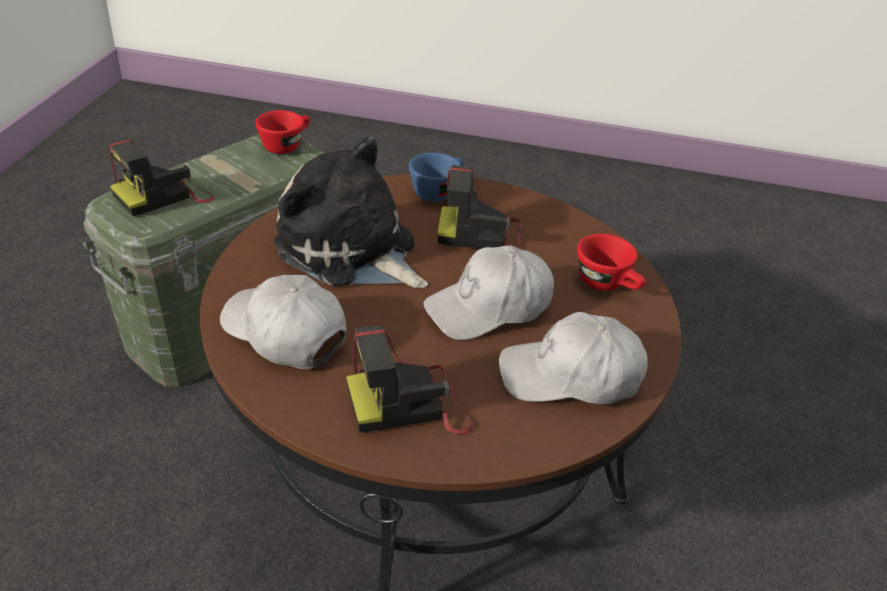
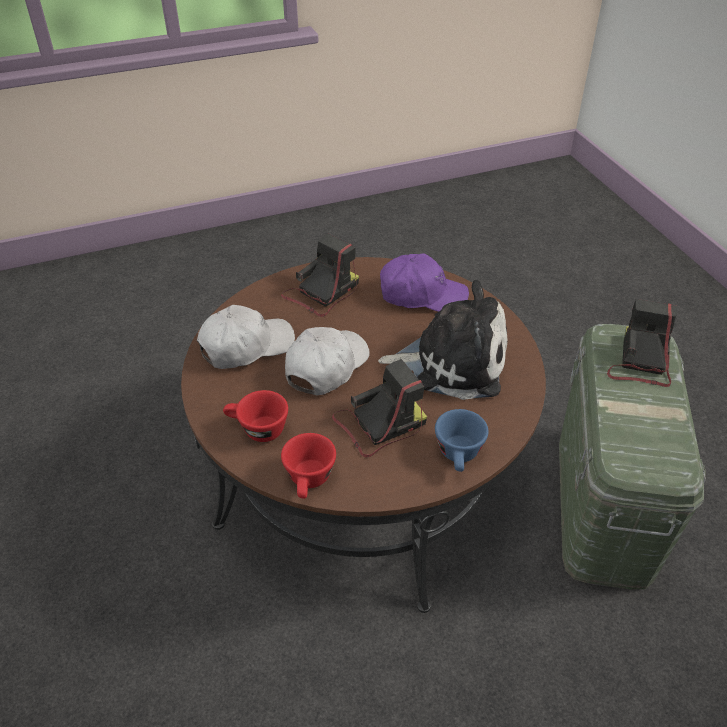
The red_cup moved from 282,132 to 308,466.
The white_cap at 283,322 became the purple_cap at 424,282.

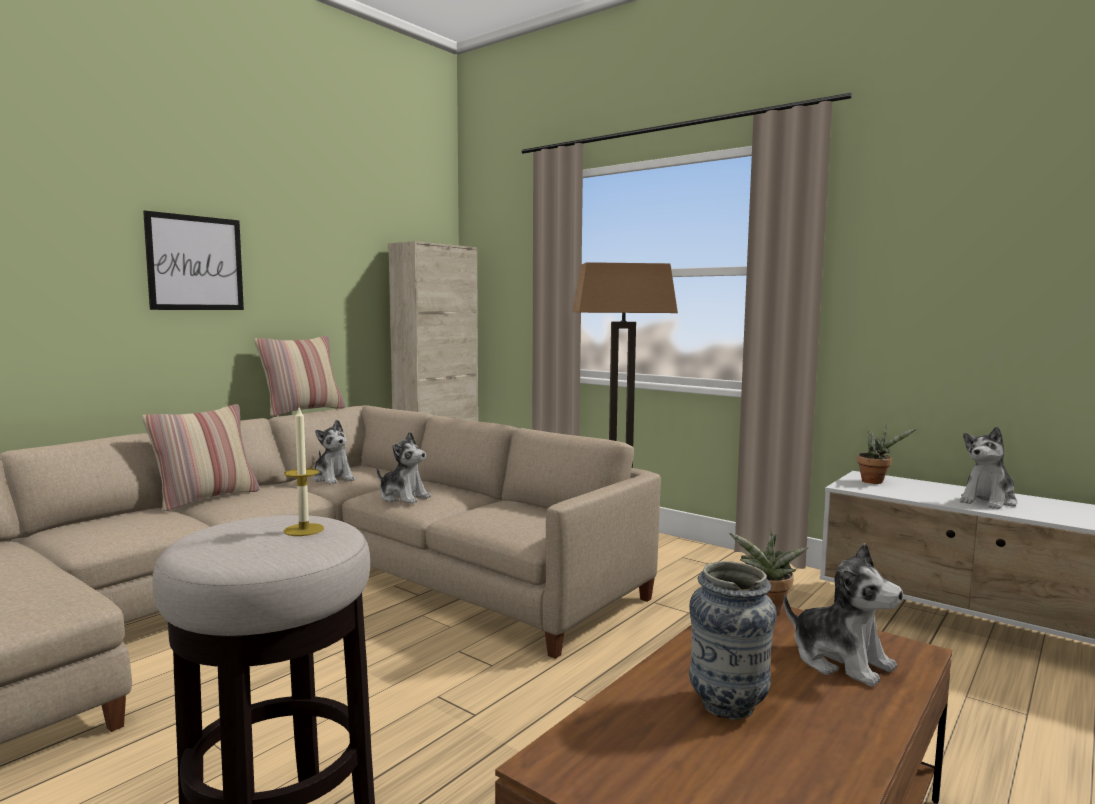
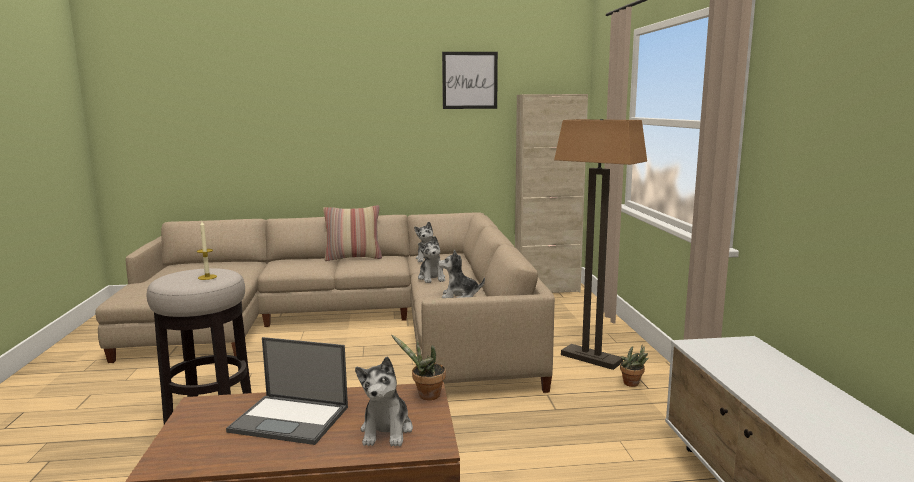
The picture moved from 193,260 to 470,80.
The pillow at 299,376 disappeared.
The potted_plant moved from 887,454 to 634,365.
The plush_toy moved from 989,467 to 461,274.
The vase at 733,640 was replaced by the laptop at 287,391.

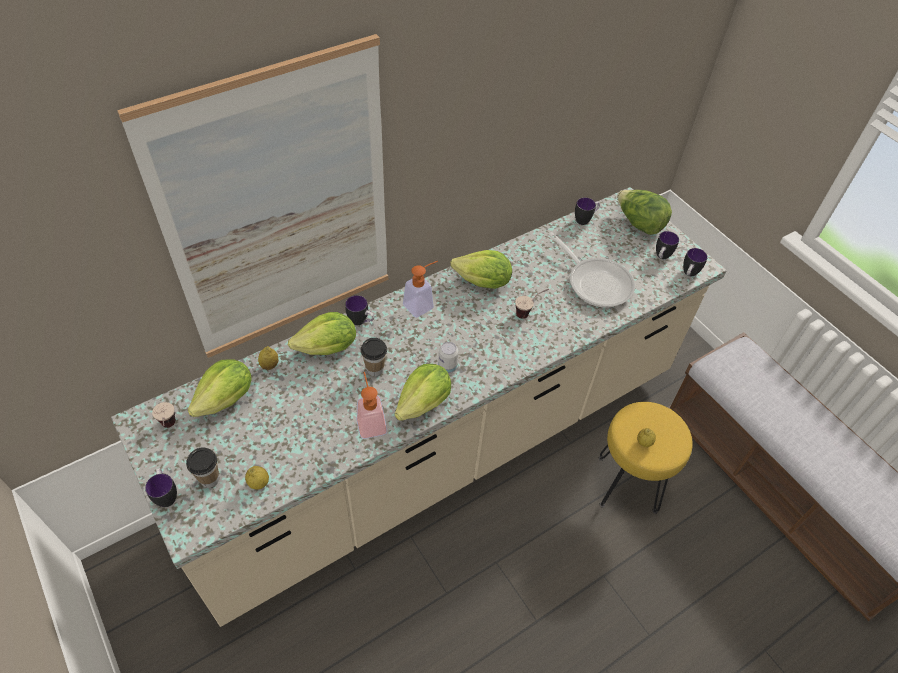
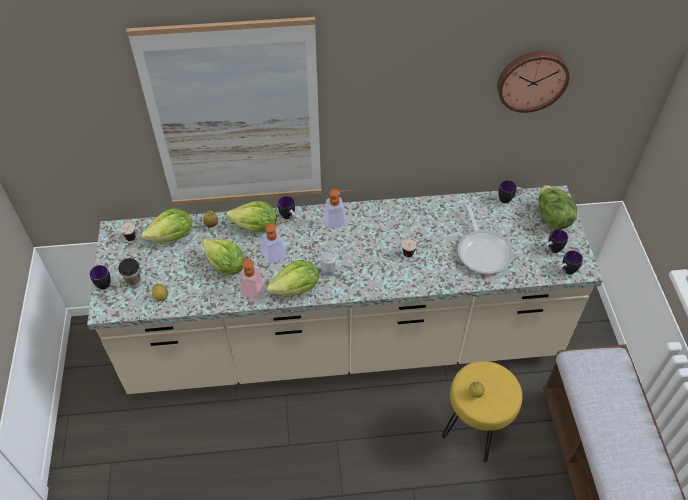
The lettuce moved from 481,269 to 223,257.
The cup at 374,357 was replaced by the soap_dispenser at 275,242.
The wall_clock at 533,82 appeared.

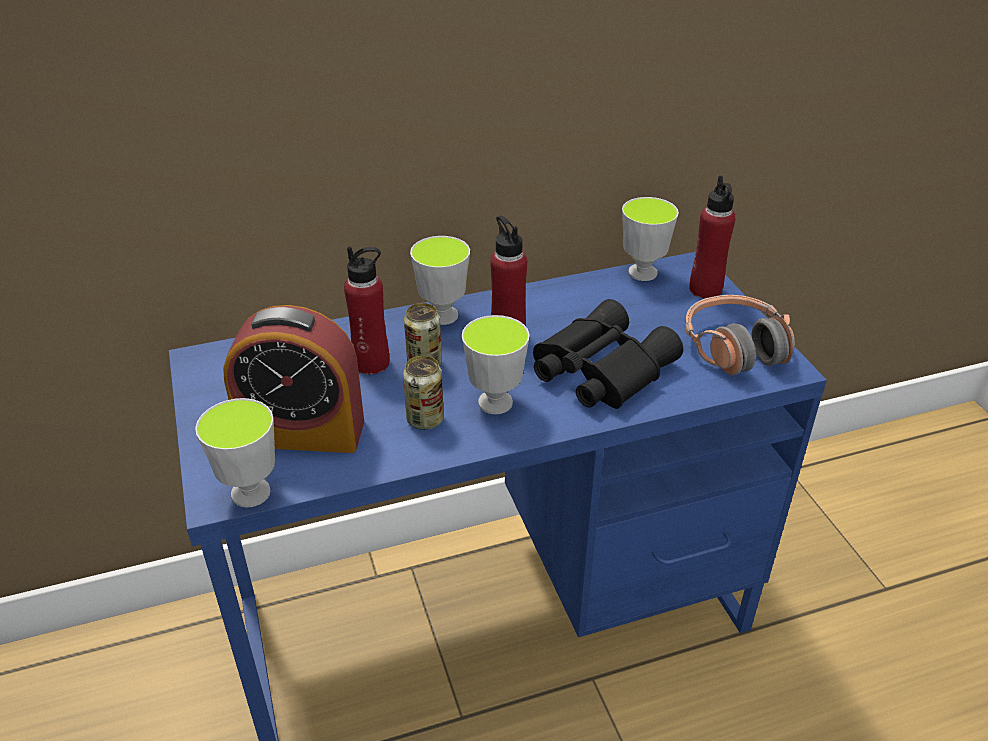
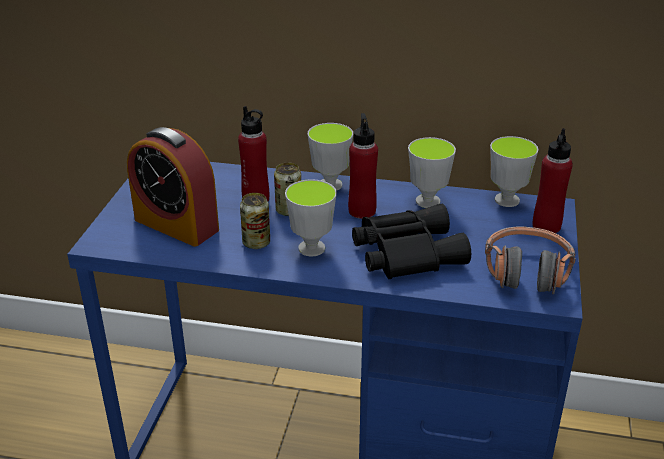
The cup moved from 235,452 to 432,172.

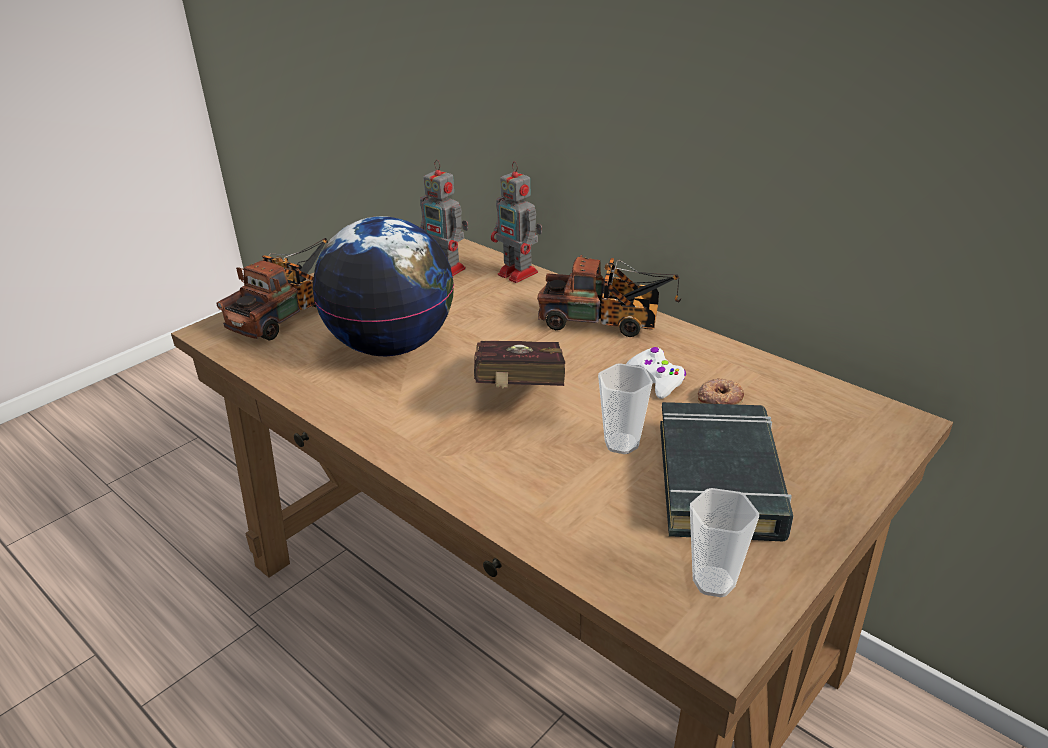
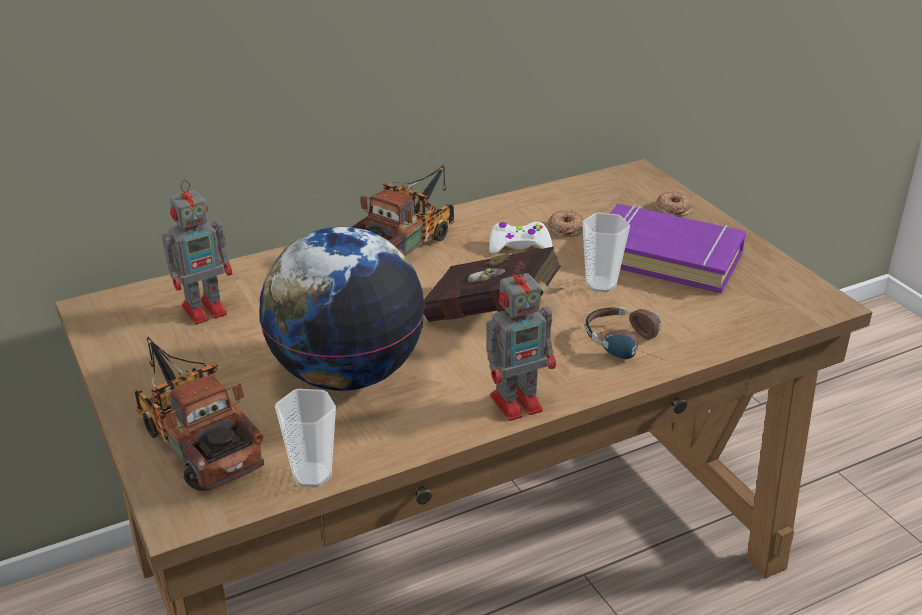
The toy_robot moved from 516,222 to 521,342.
The black_book at 726,471 became the purple_book at 678,249.
The cup moved from 724,542 to 305,438.
The donut at 674,203 appeared.
The headphones at 624,333 appeared.

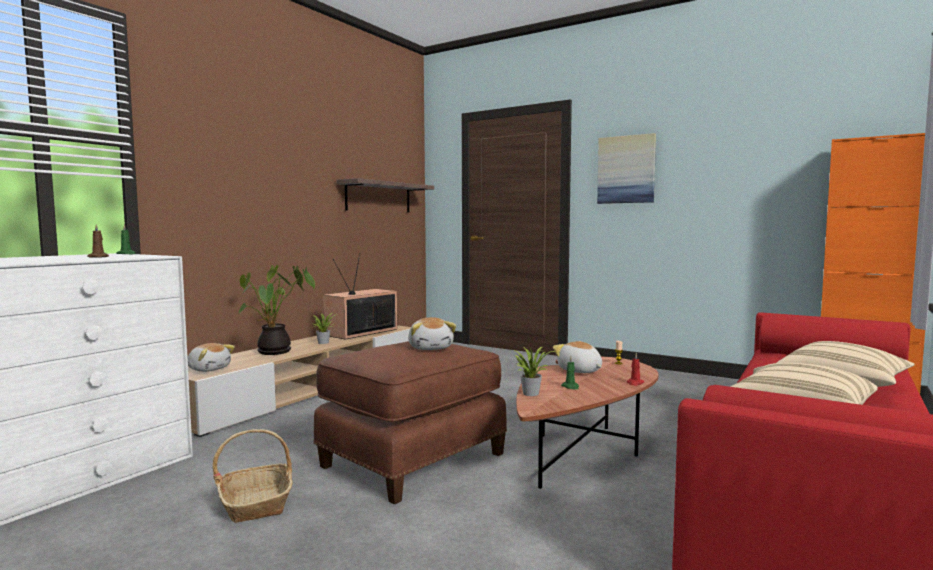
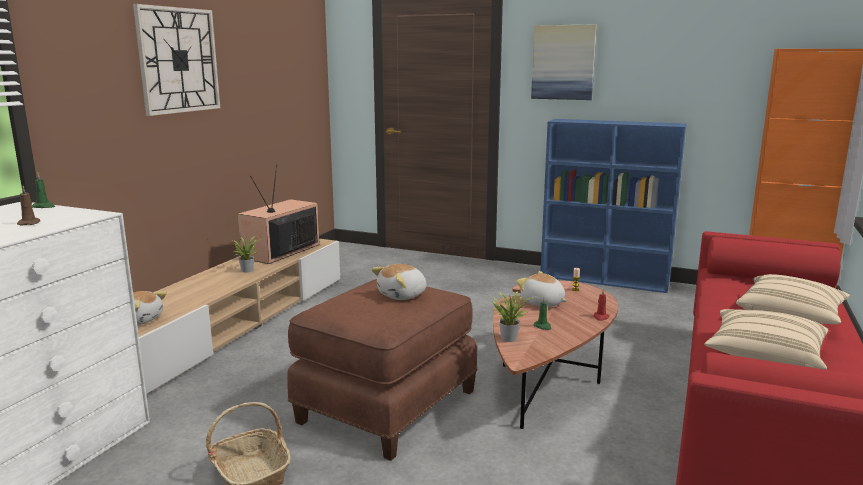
The shelf at 385,195 disappeared.
The potted_plant at 276,310 disappeared.
The plush_toy at 432,333 turned 75 degrees clockwise.
The wall_clock at 176,60 appeared.
The blue_bookcase at 613,206 appeared.

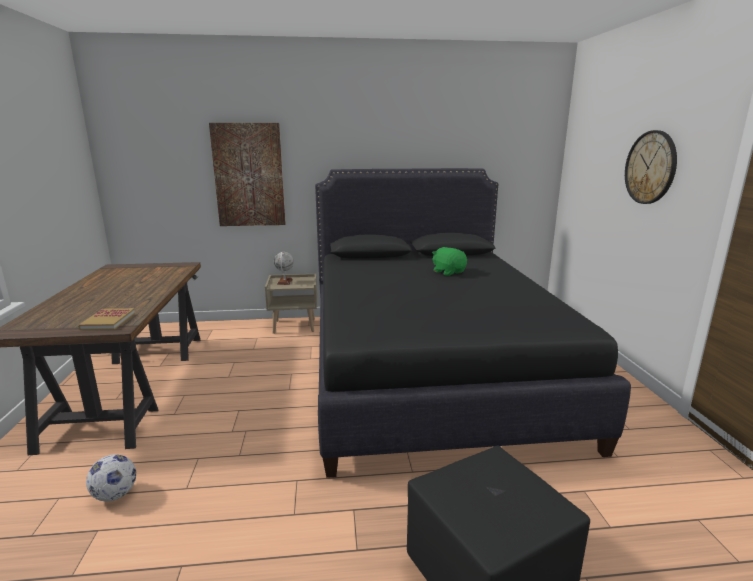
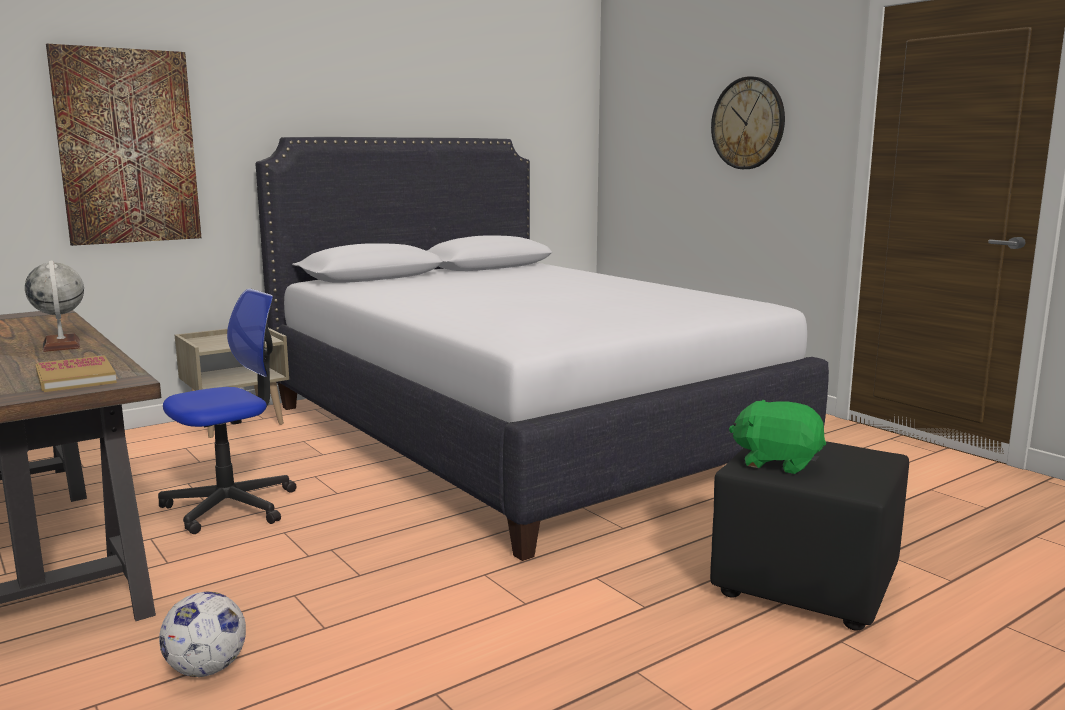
The black_bed at 473,323 became the white_bed at 542,349.
The green_plush_toy moved from 449,261 to 777,437.
The globe moved from 284,268 to 54,306.
The office_chair at 227,411 appeared.

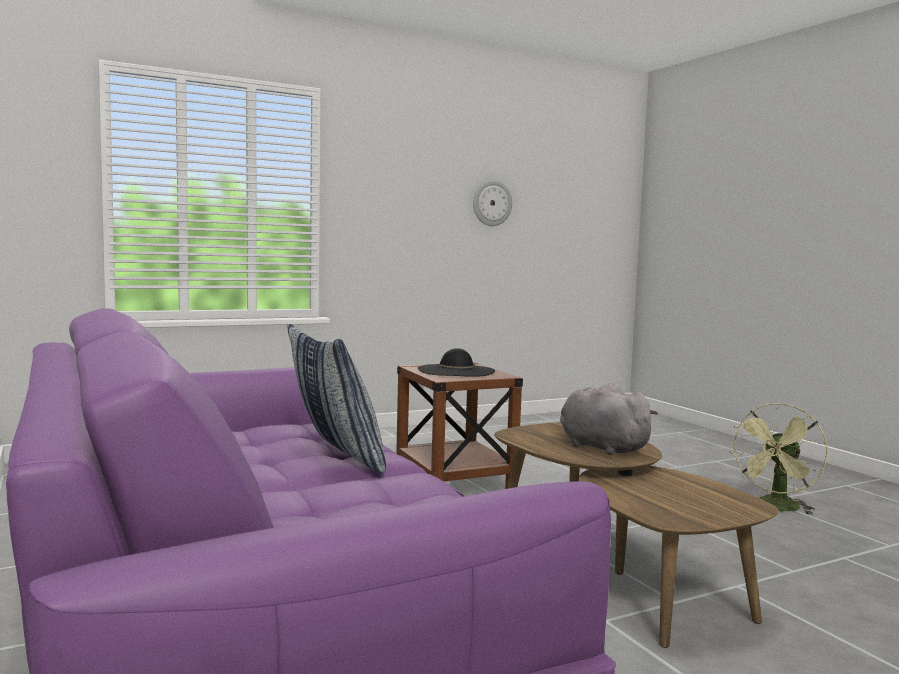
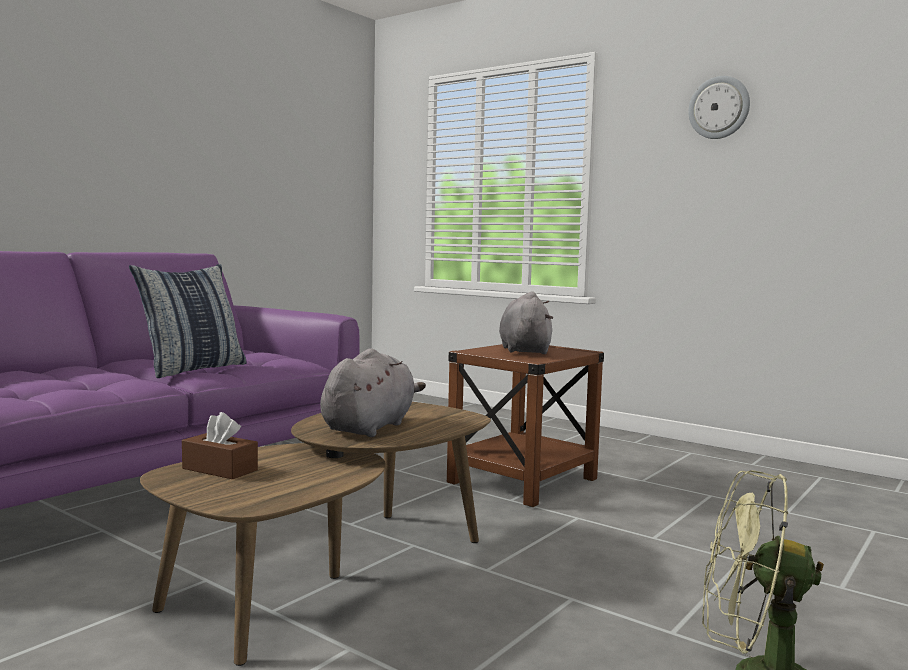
The wall_clock moved from 492,203 to 719,107.
The black_hat at 456,362 was replaced by the grey_plush_toy at 526,322.
The brown_tissue_box at 220,445 appeared.

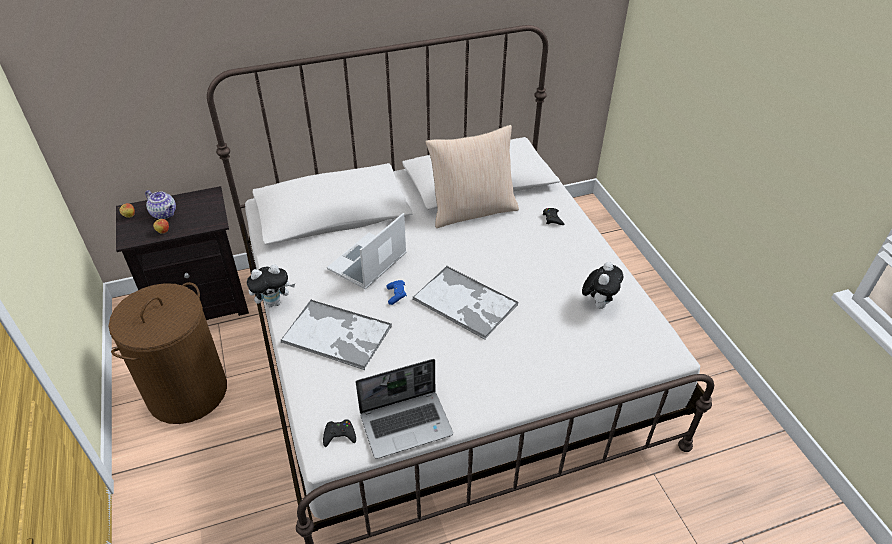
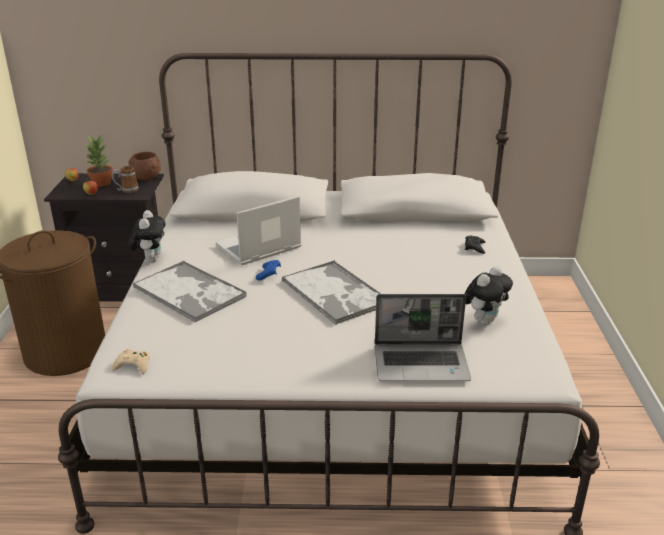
The beige_pillow at 472,176 disappeared.
The teapot at 160,204 was replaced by the potted_plant at 99,161.
The plush_toy at 271,285 turned 90 degrees counterclockwise.
The laptop moved from 404,409 to 423,337.
The black_game_controller at 339,433 became the beige_game_controller at 130,362.
The brown_bowl at 144,166 appeared.
The mug at 125,179 appeared.

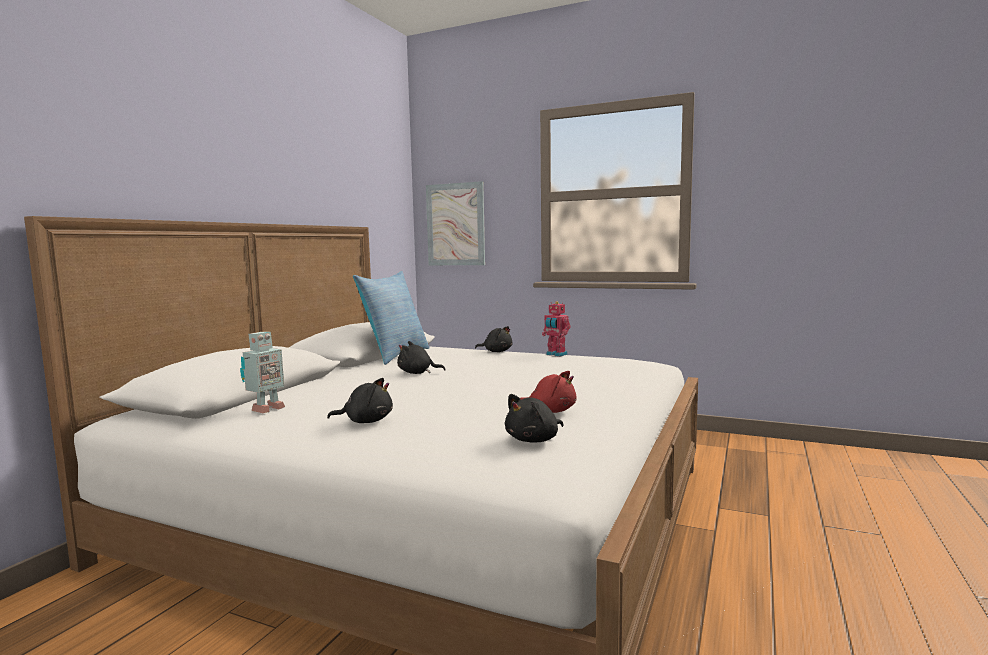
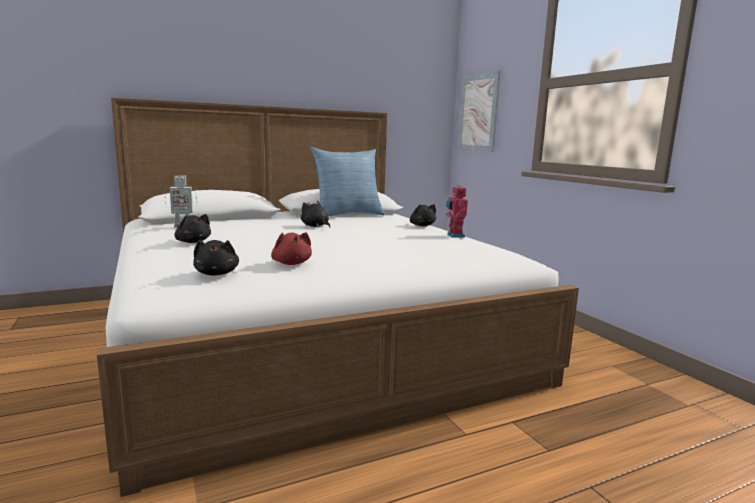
The black_plush_toy at 534,418 turned 105 degrees counterclockwise.

